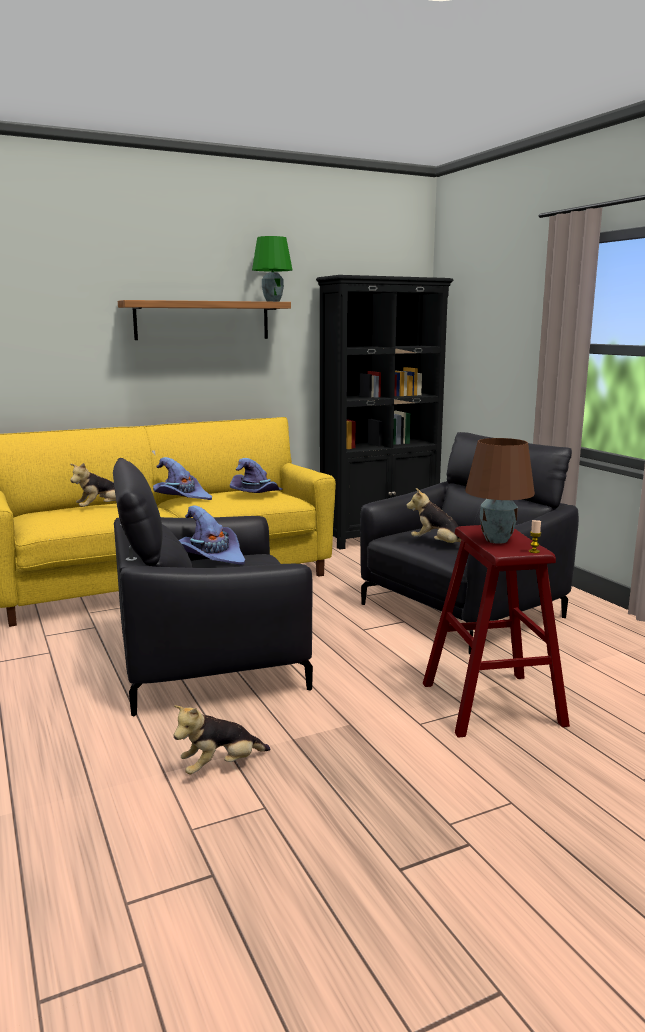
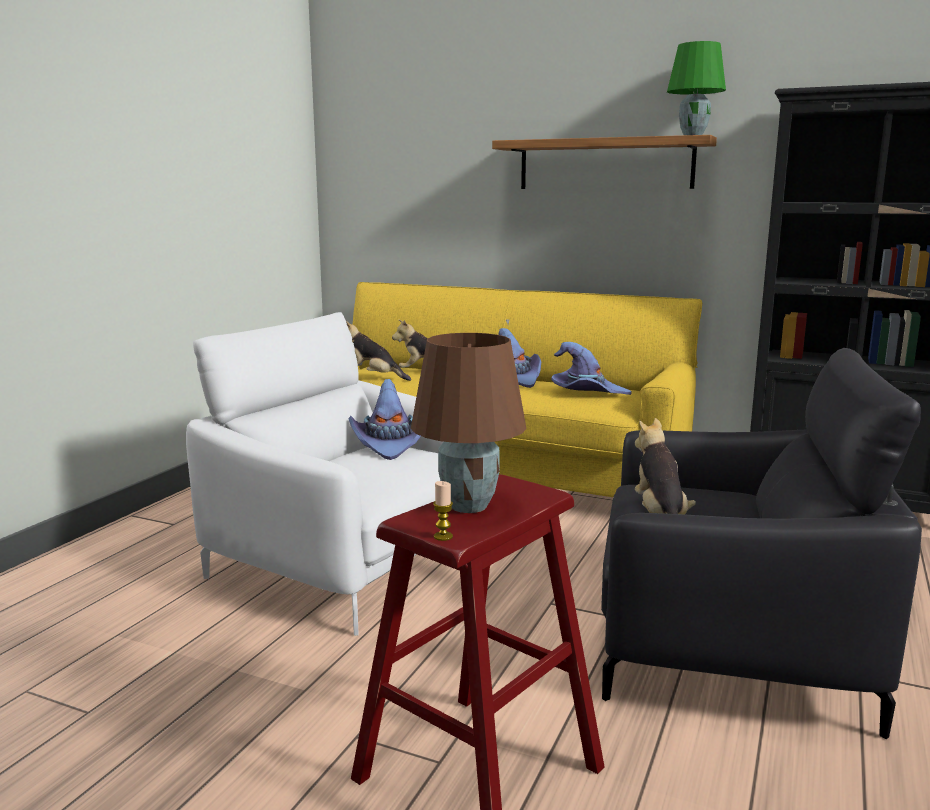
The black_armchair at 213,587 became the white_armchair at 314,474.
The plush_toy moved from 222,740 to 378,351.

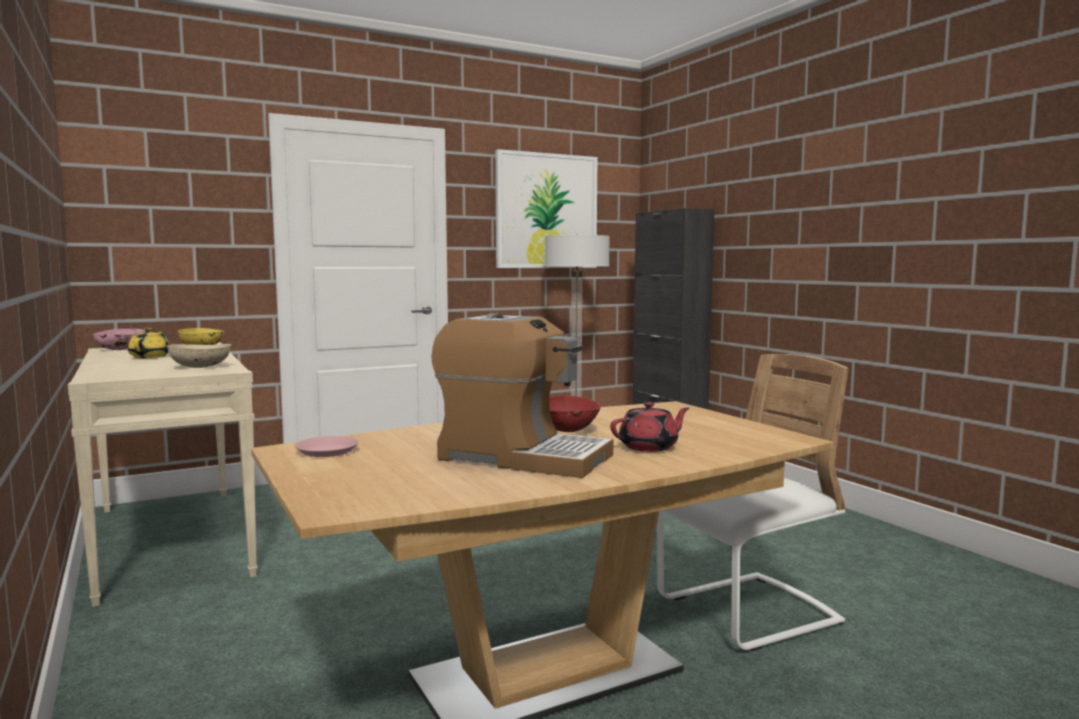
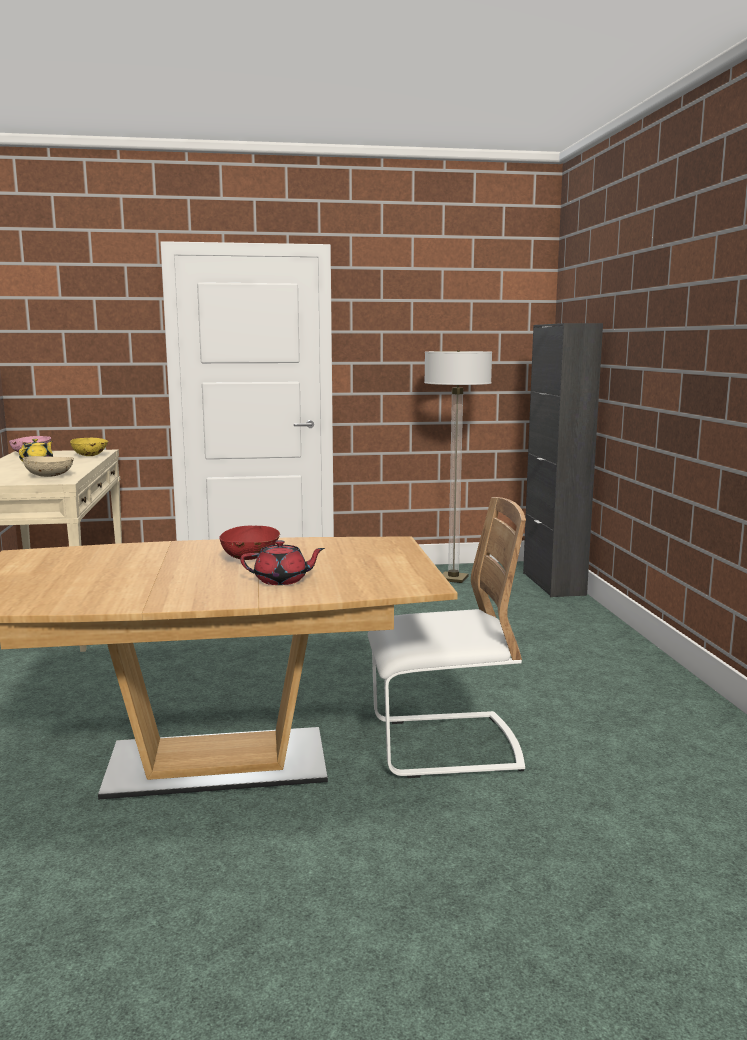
The picture at 546,208 disappeared.
The coffee_machine at 522,395 disappeared.
The pink_plate at 327,446 disappeared.

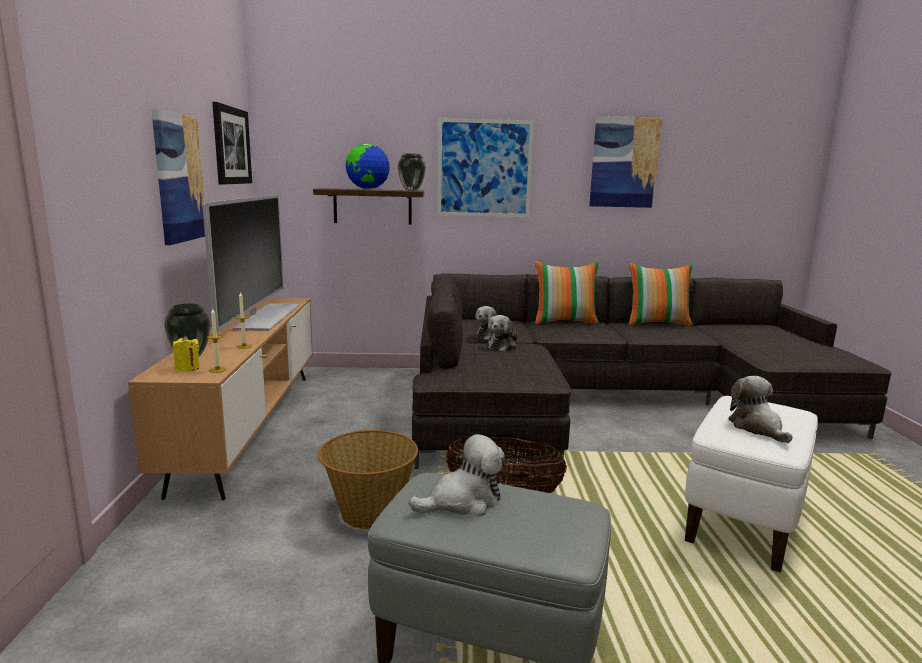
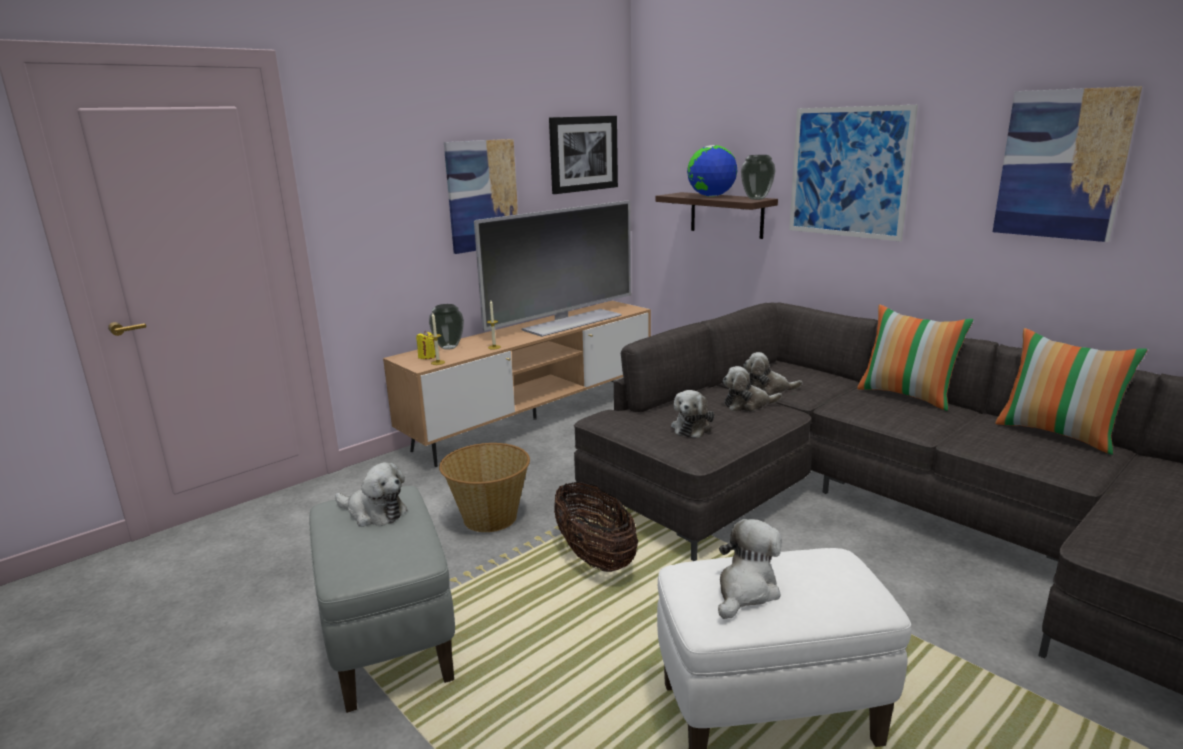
The plush_toy at 692,414 appeared.

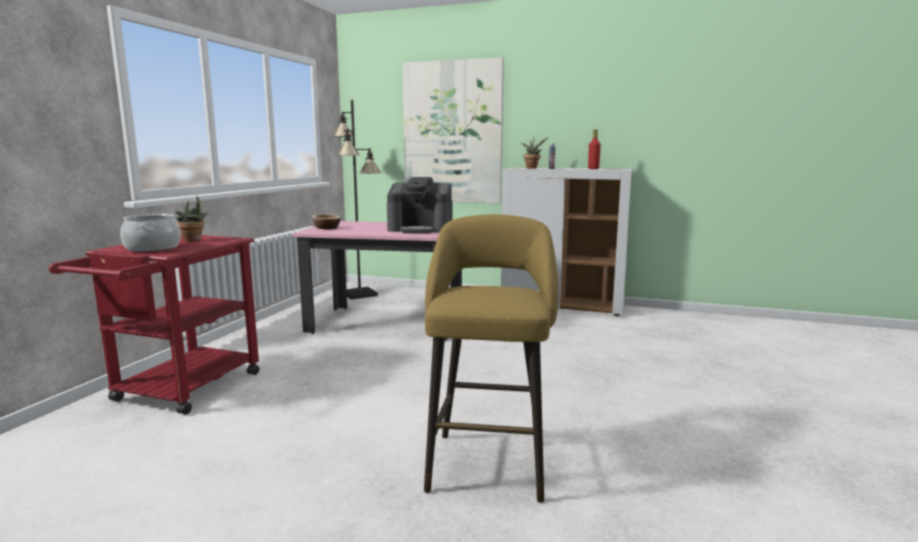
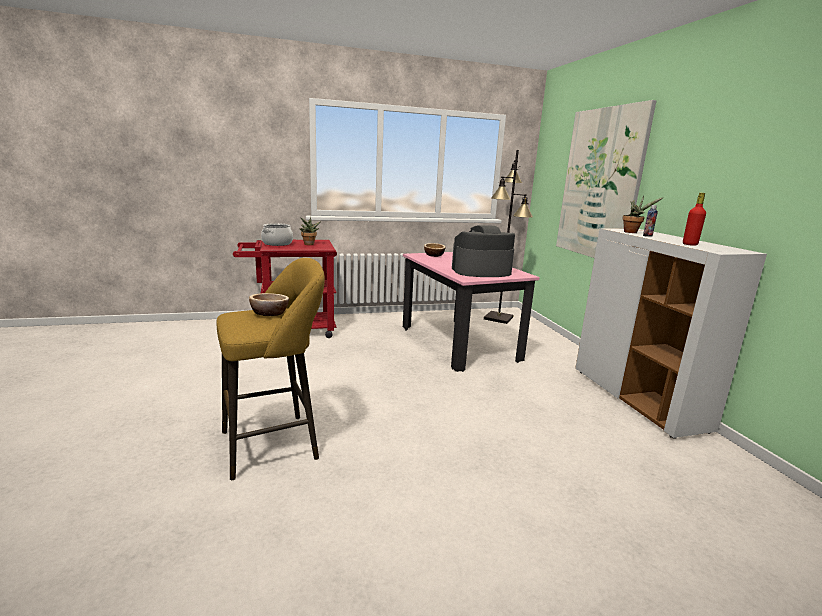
The coffee_machine at 420,205 turned 105 degrees clockwise.
The bowl at 269,304 appeared.

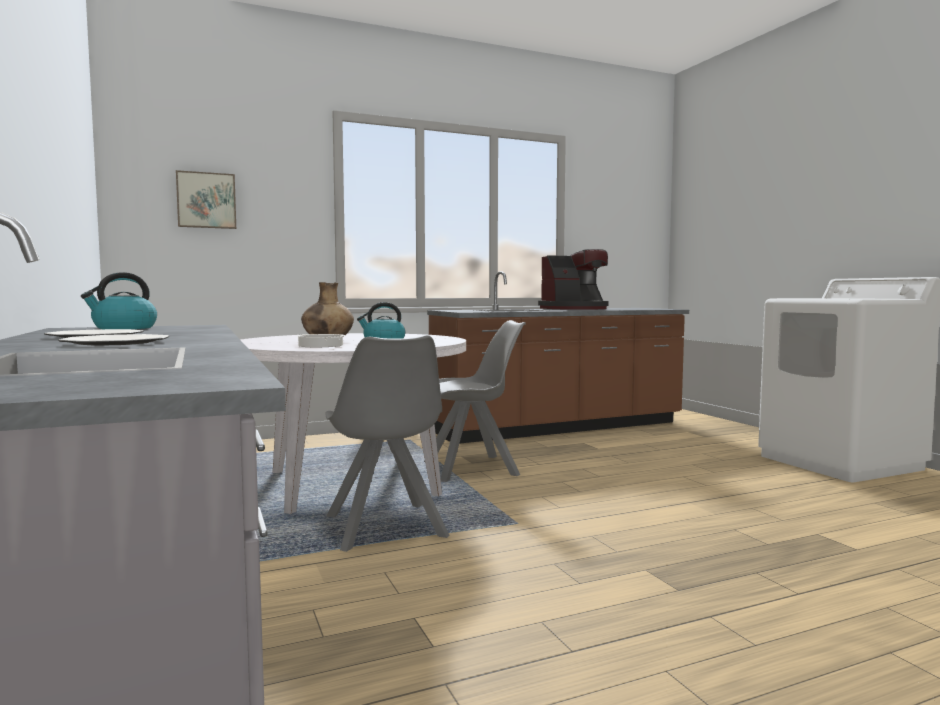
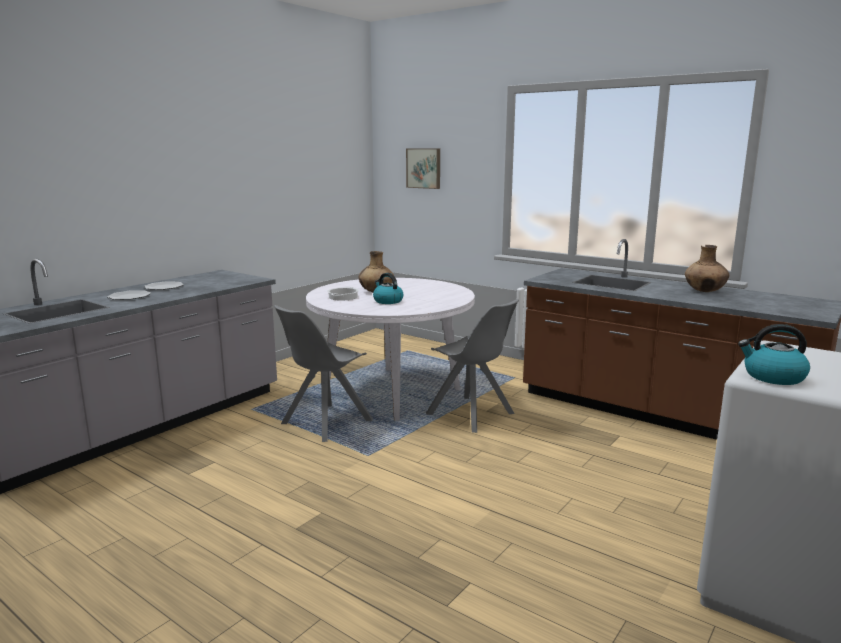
The coffee_machine at 573,279 was replaced by the brown_vase at 707,268.
The kettle moved from 119,300 to 774,354.

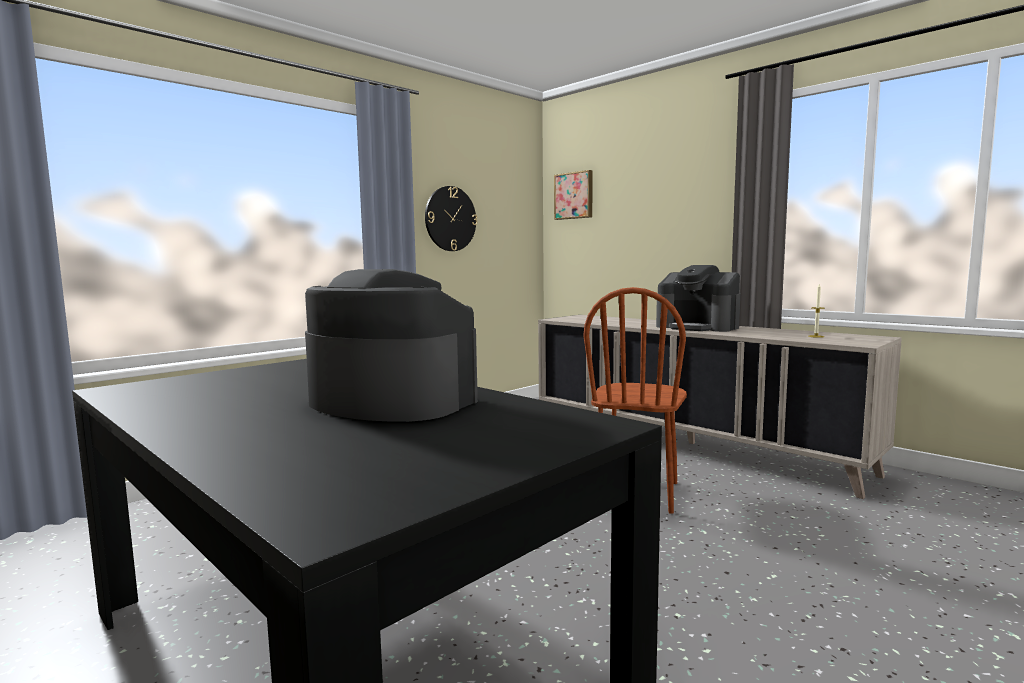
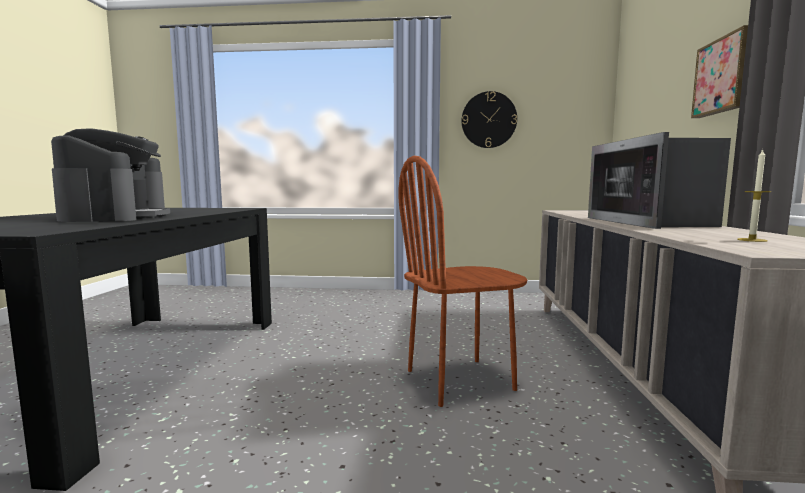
The picture moved from 573,195 to 719,71.
The coffee_machine at 698,298 was replaced by the microwave at 659,180.

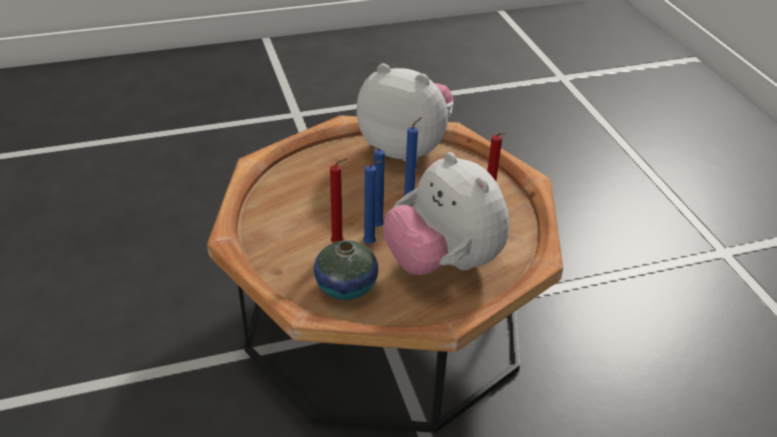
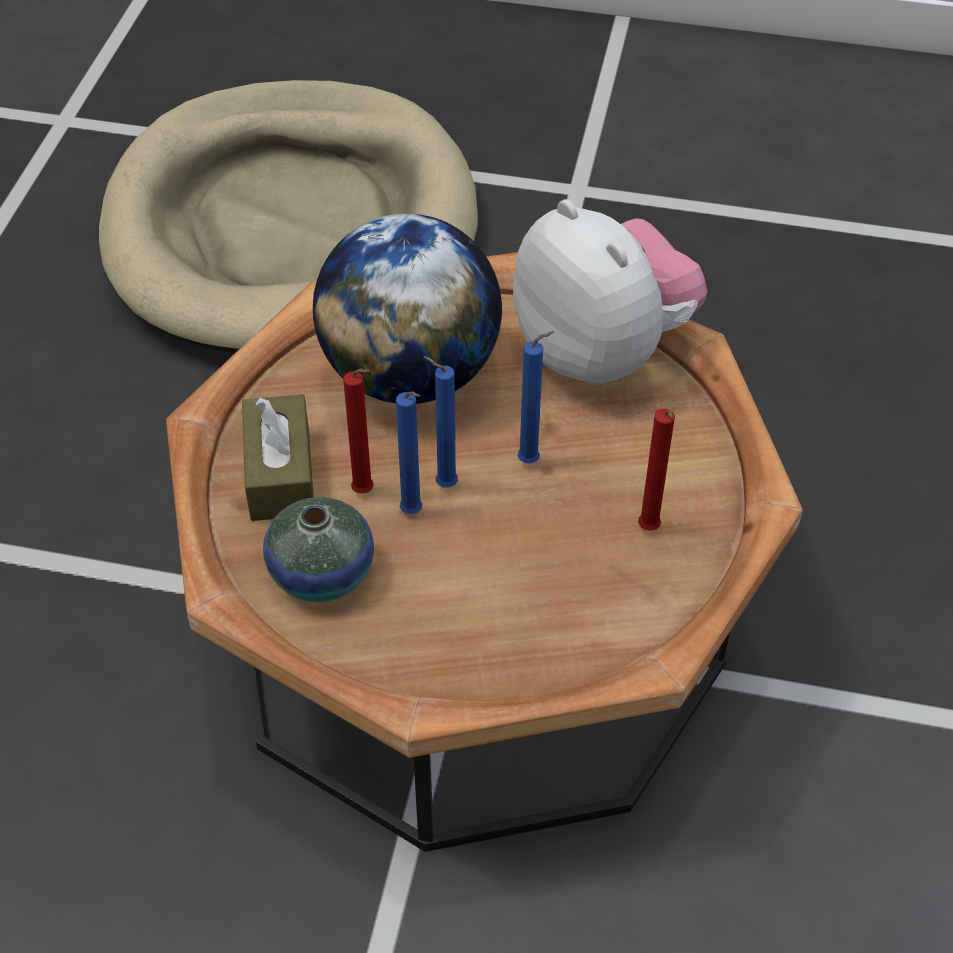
The plush_toy at 446,213 disappeared.
The beige_dog_bed at 288,216 appeared.
The globe at 407,309 appeared.
The brown_tissue_box at 278,457 appeared.

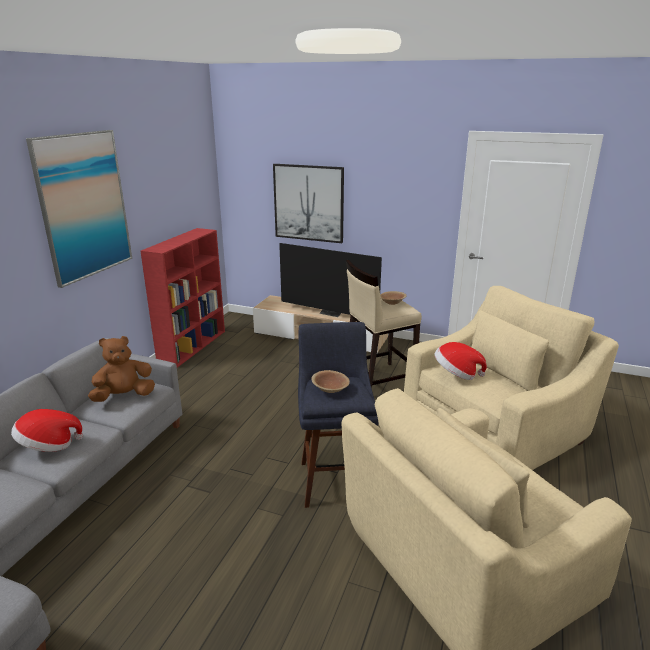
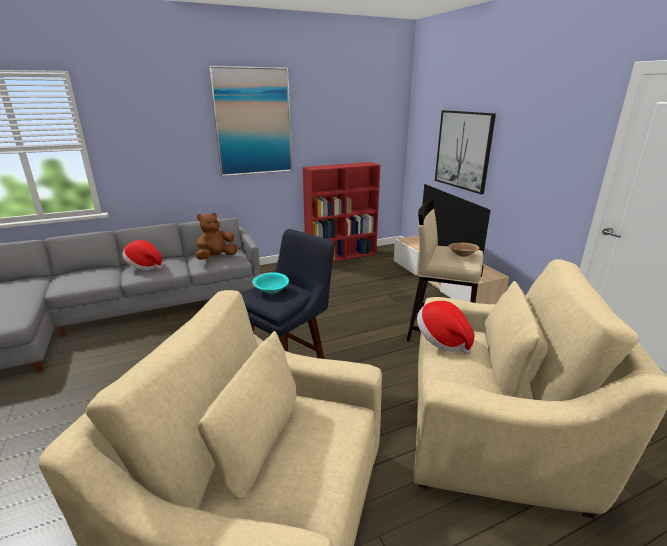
The brown_plush_toy at 121,369 turned 60 degrees counterclockwise.
The brown_bowl at 330,381 became the turquoise_bowl at 270,283.

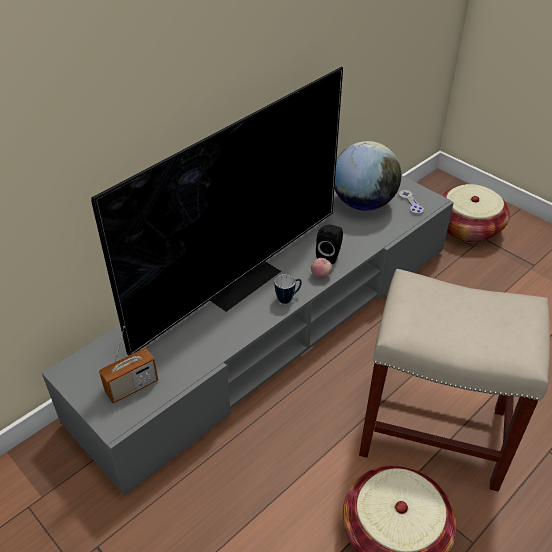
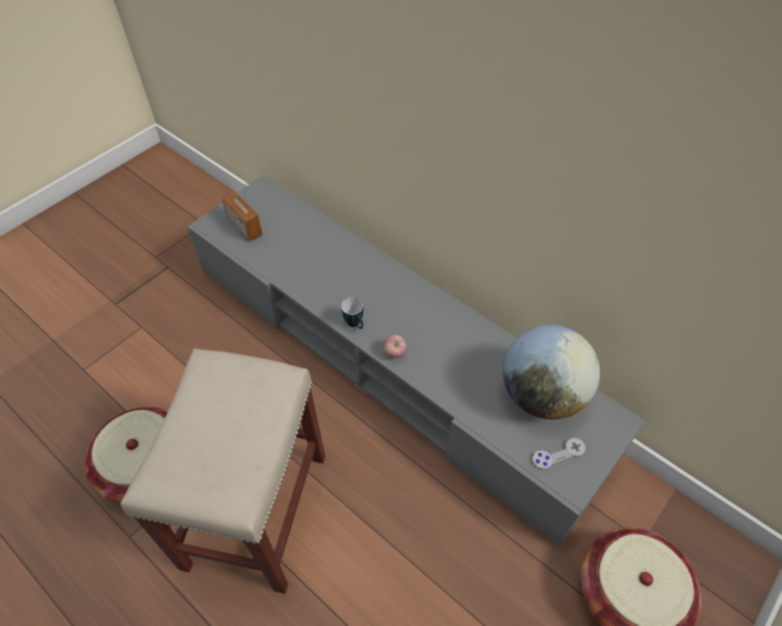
The television at 217,211 disappeared.
The black_speaker at 329,244 disappeared.

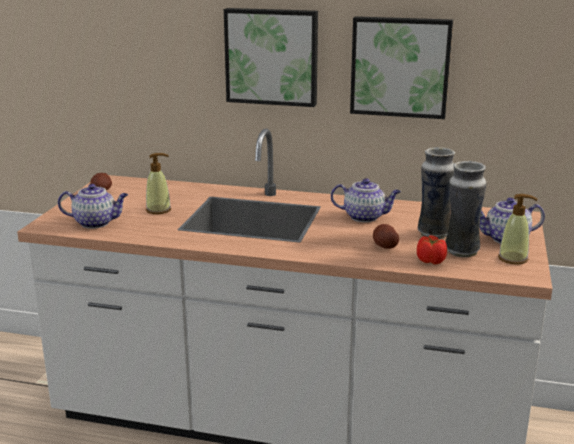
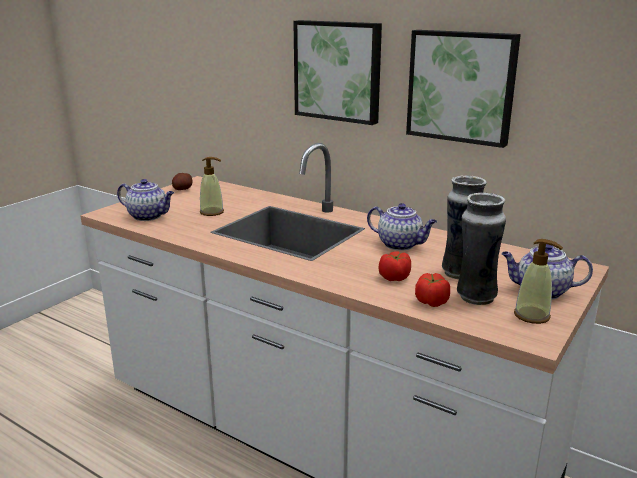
The potato at 386,236 was replaced by the tomato at 395,266.

